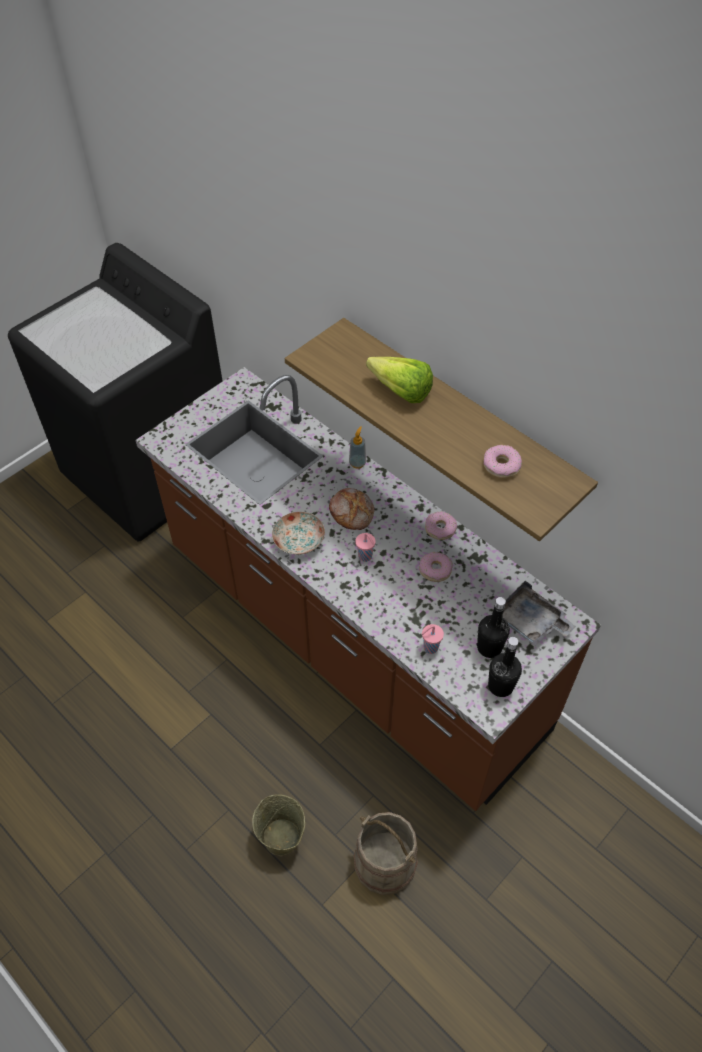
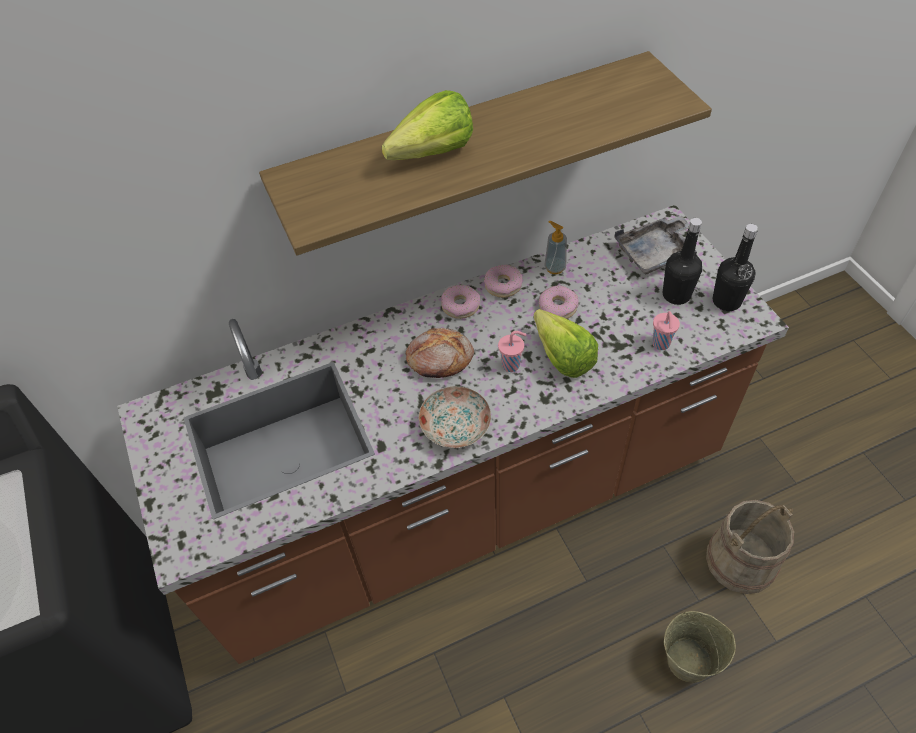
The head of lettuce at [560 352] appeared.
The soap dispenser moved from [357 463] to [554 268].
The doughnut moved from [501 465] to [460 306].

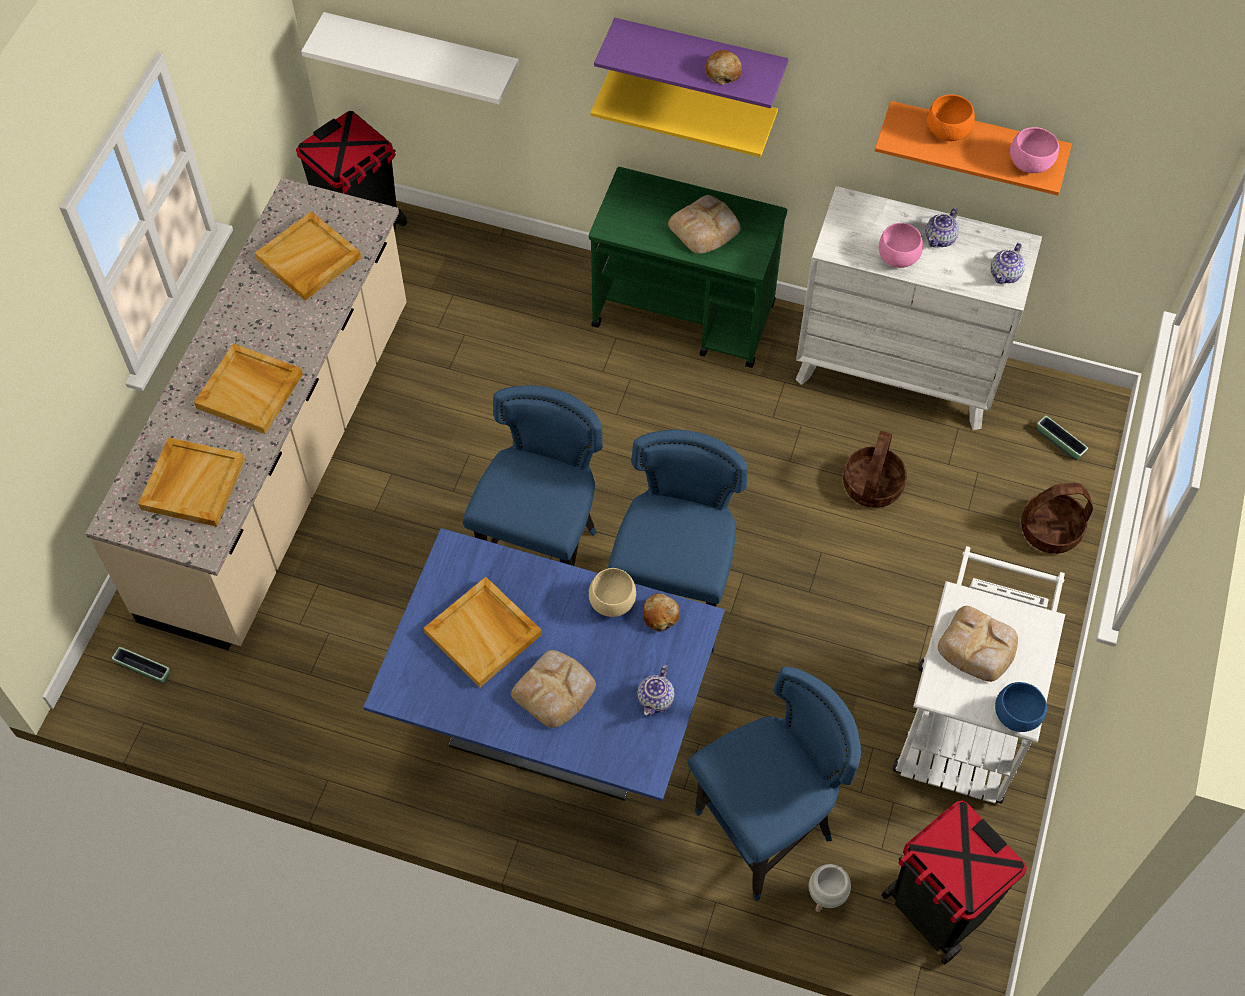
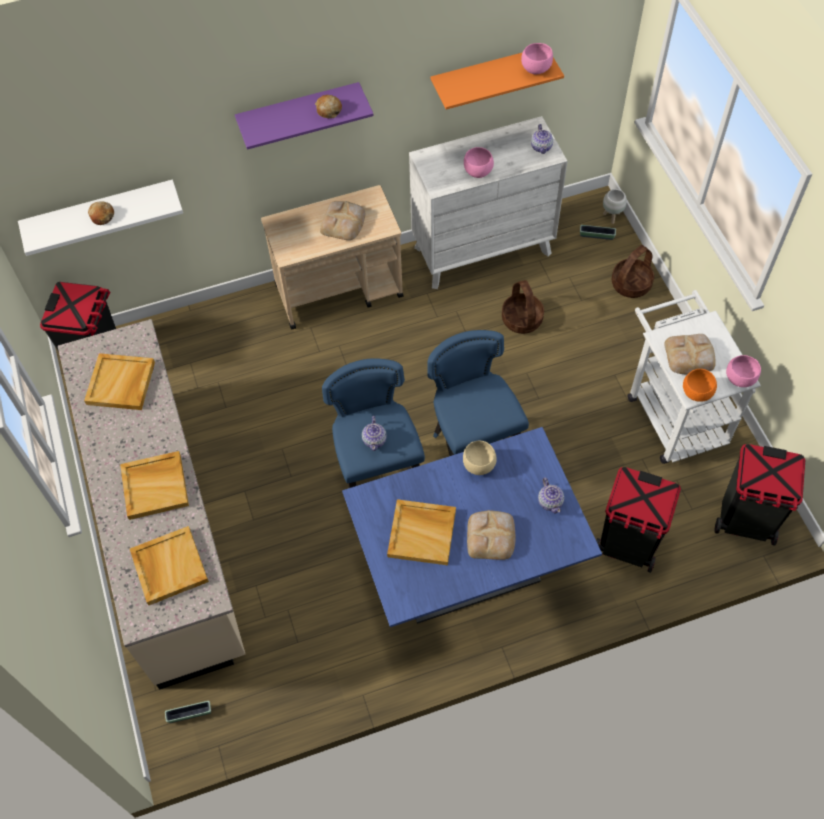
The yellowish shelf at [692 105] disappeared.
The baked bread moved from [660 615] to [102 216].
The white planter moved from [825 899] to [612 217].
The tea pot moved from [940 238] to [374 440].
The orangey bowl moved from [947 133] to [697 393].
The blue stool at [763 833] was replaced by the blackish waste bin at [627 545].
The green wheeled cart at [685 315] became the beige-coloured wheeled cart at [339 290].
The blue bowl at [1017 715] became the pink bowl at [739 378].

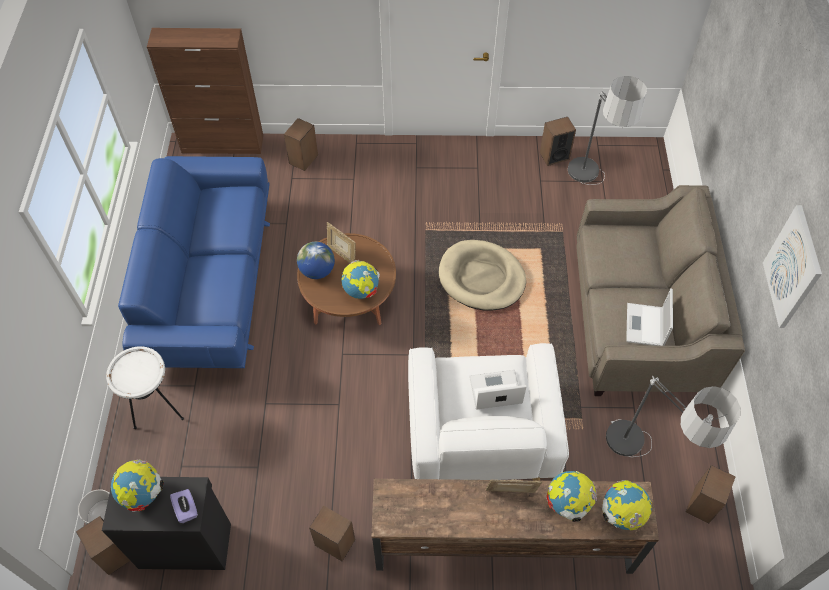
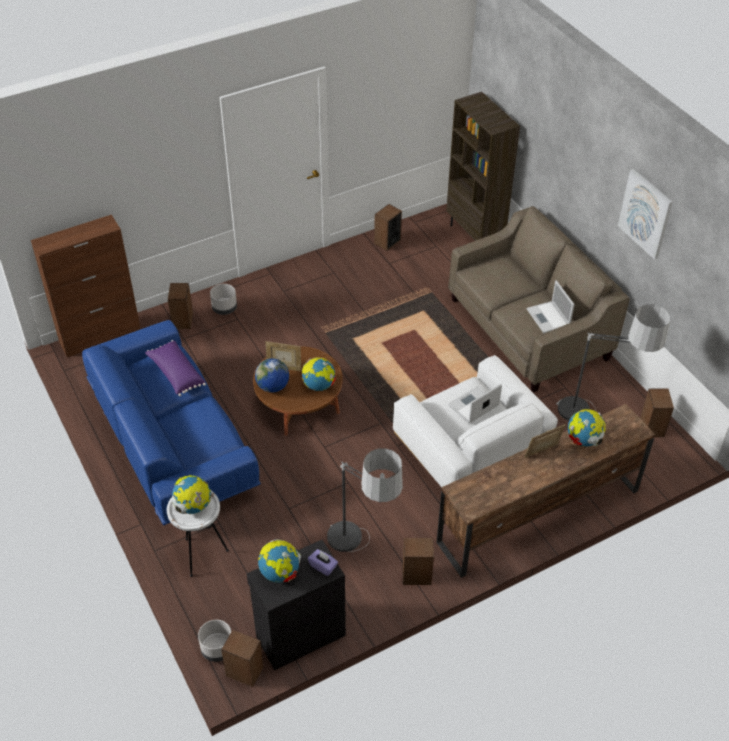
The beige-coloured dog cushion at [481 278] disappeared.
The purplish throw pillow at [176 374] appeared.
The gray planter at [224 309] appeared.
The brownish bookshelf at [475 236] appeared.
The standard lamp moved from [589 191] to [362 557].
The desk globe moved from [621 514] to [193 506].

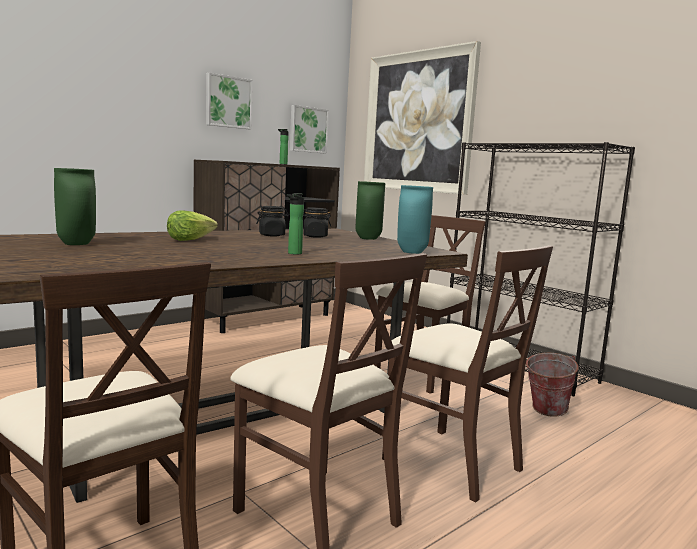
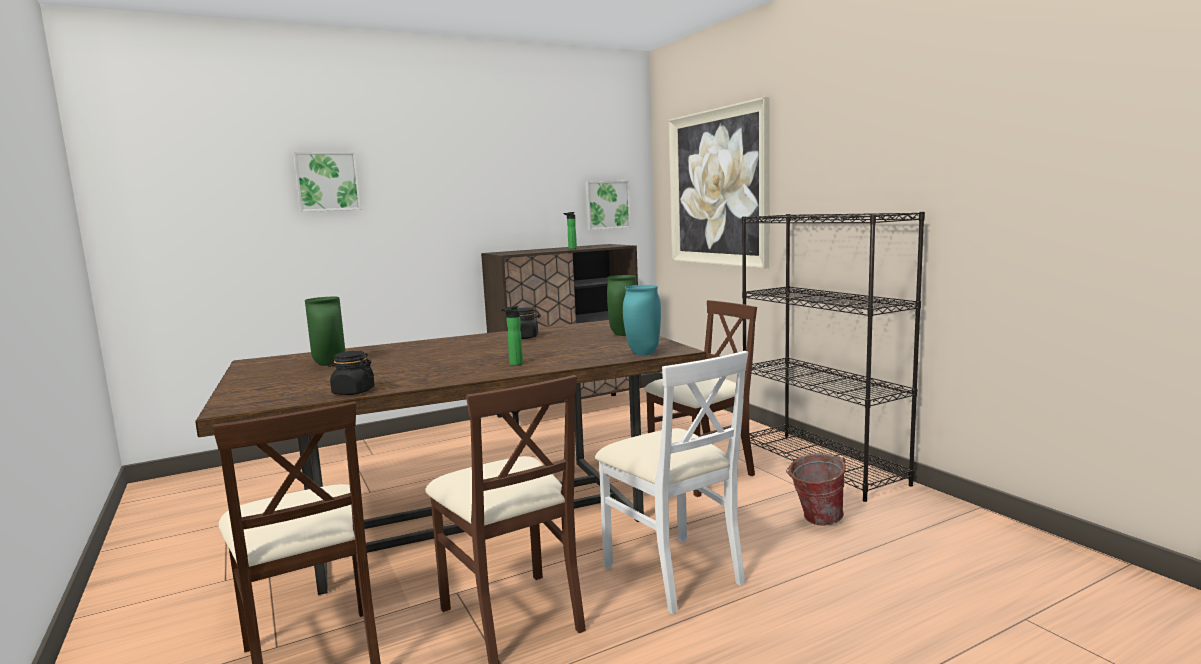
The head of lettuce at [190 240] disappeared.
The wall art moved from [228 102] to [327 182].
The blackish storage jar moved from [314 236] to [353 392].
The brownish upright chair at [451 462] became the white upright chair at [673 572].

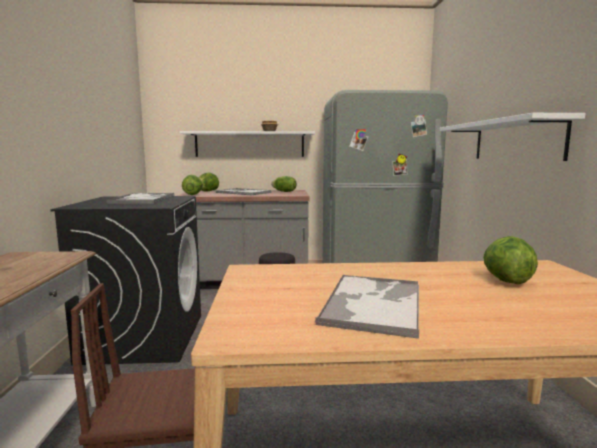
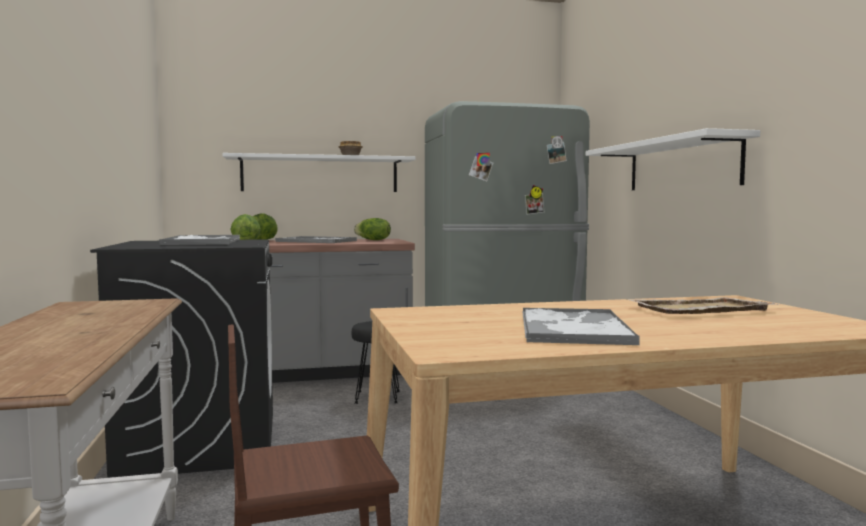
The head of lettuce at [505 281] was replaced by the beige-coloured carrying tray at [699 309].

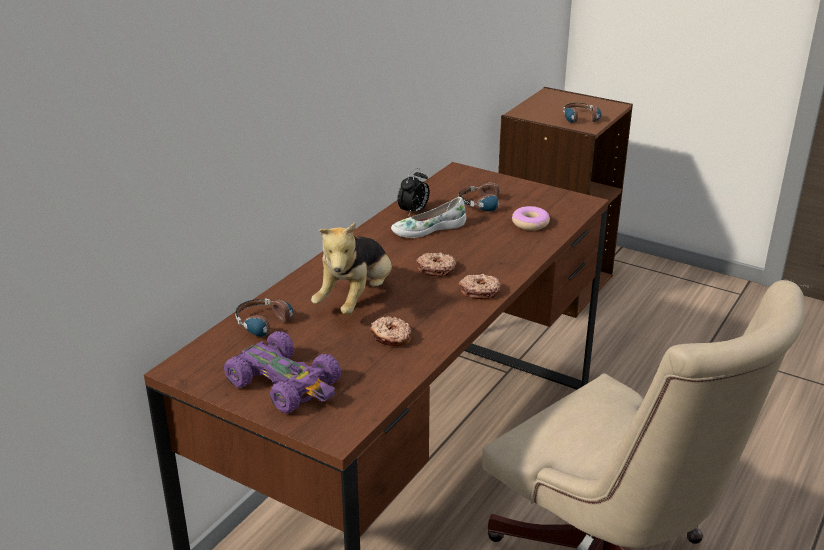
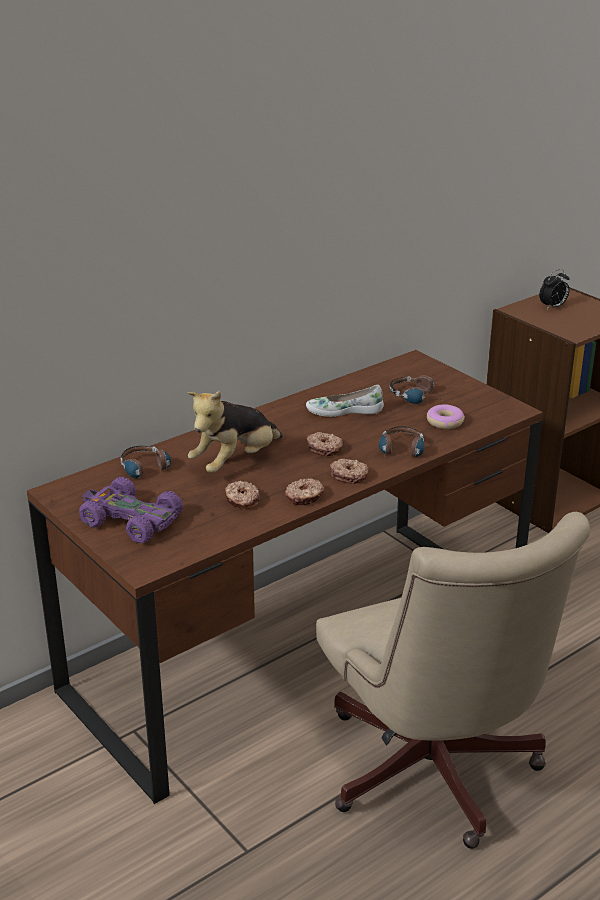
The doughnut at [305 497] appeared.
The alarm clock moved from [414 212] to [553 307].
The headphones moved from [582 121] to [401 453].
The purplish miniature car at [285 383] turned 150 degrees clockwise.

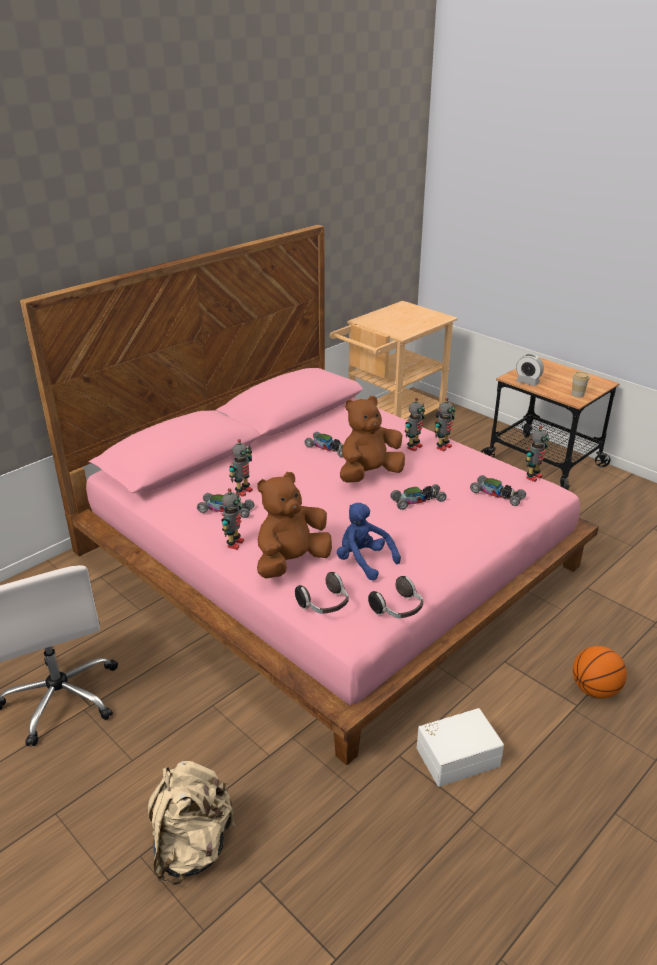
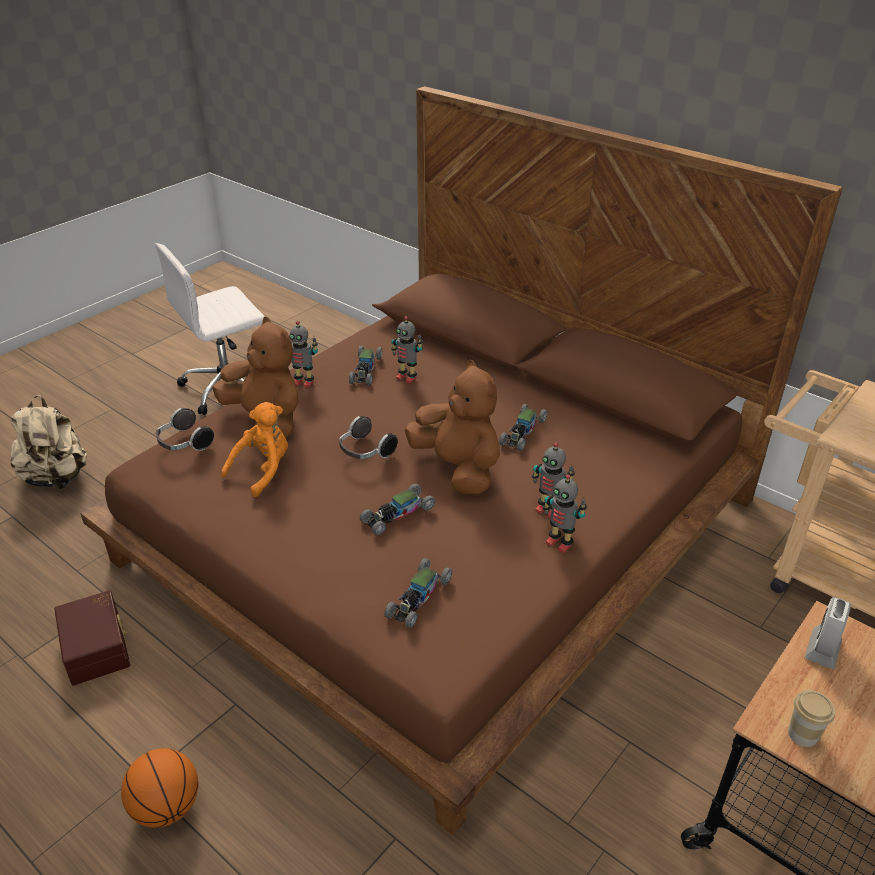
The toy robot at [533 477] disappeared.
The headphones moved from [398 609] to [365 451].
The pink bed at [328 558] became the brownish bed at [437 529].
The blue soft toy at [363 561] became the orangey soft toy at [263 470].
The white storage container at [456 755] became the brownish storage container at [98 647].
The miniature car at [418 500] turned 75 degrees clockwise.

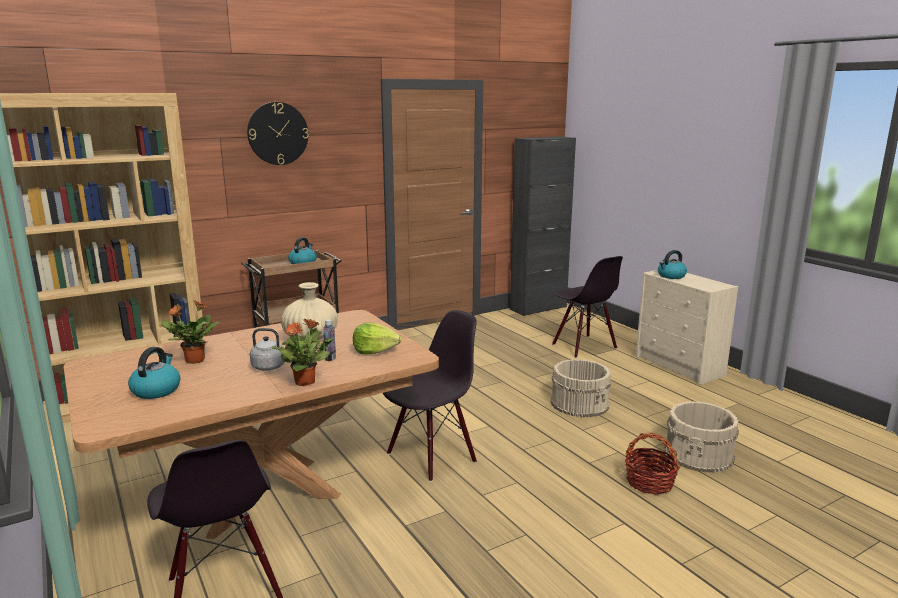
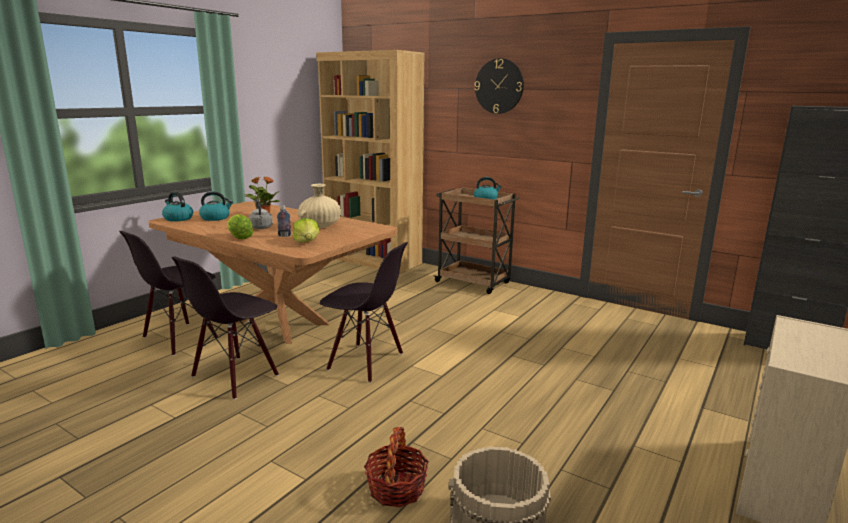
The beige-coloured pail at [580 403] disappeared.
The blackish upright chair moved from [583 347] to [235 377].
The water kettle moved from [671 276] to [178 218].
The houseplant at [305 382] was replaced by the head of lettuce at [239 237].

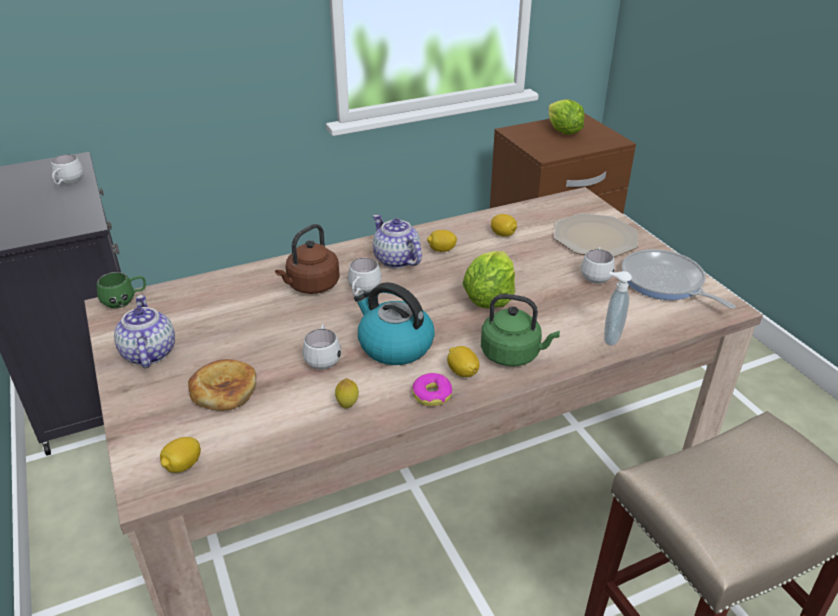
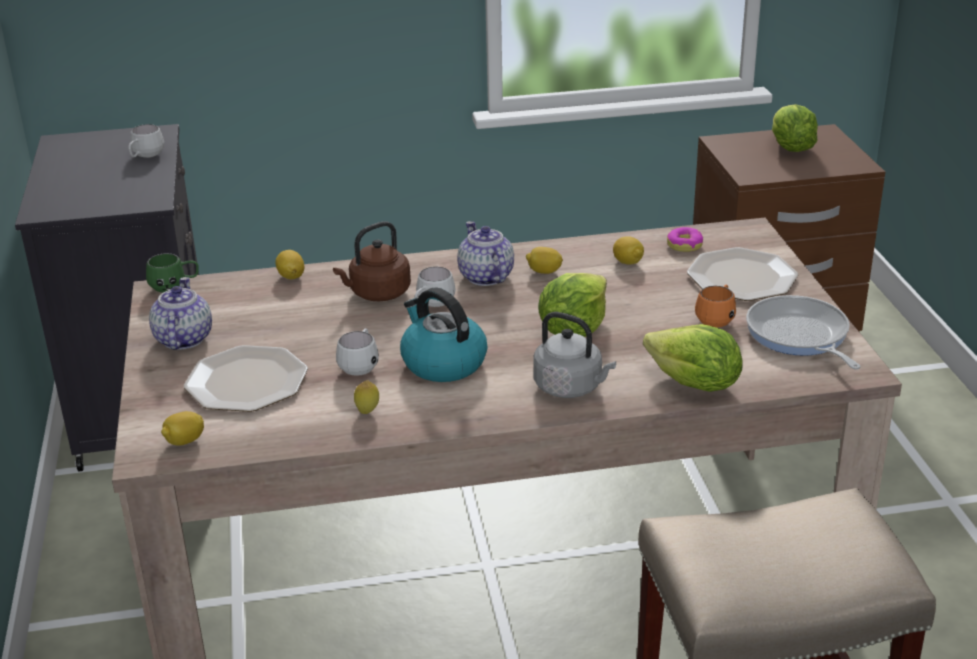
The doughnut moved from [432 394] to [684 245].
The whole lemon moved from [462 372] to [291 276].
The baked bread at [223 388] was replaced by the flat dish at [247 380].
The soap dispenser at [610 337] was replaced by the head of lettuce at [694 384].
The green water kettle at [513 354] became the gray water kettle at [571 387].
The white mug at [596 276] became the orangey mug at [716 319].

